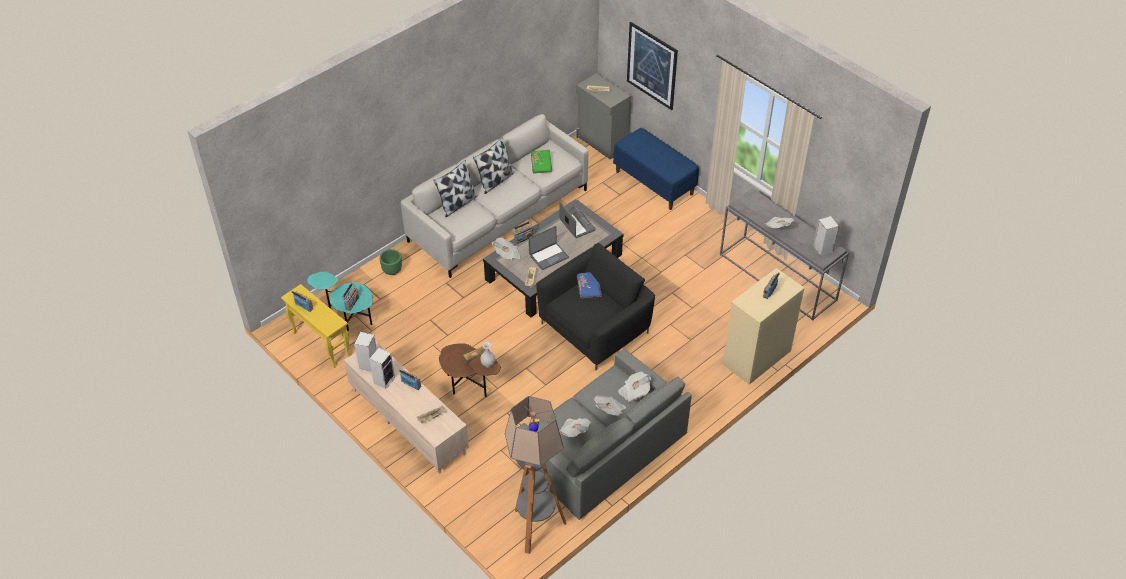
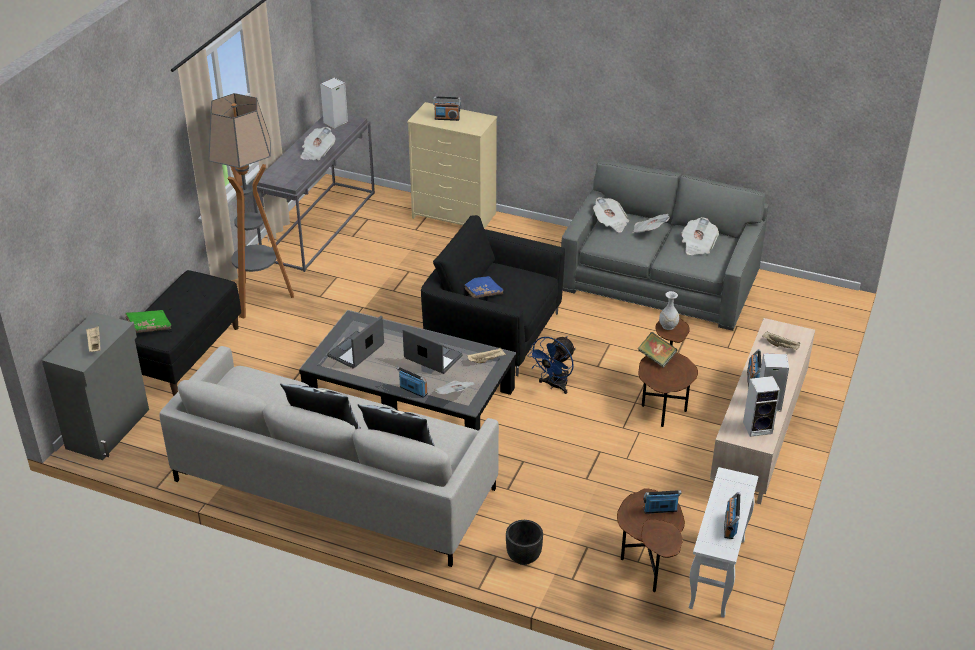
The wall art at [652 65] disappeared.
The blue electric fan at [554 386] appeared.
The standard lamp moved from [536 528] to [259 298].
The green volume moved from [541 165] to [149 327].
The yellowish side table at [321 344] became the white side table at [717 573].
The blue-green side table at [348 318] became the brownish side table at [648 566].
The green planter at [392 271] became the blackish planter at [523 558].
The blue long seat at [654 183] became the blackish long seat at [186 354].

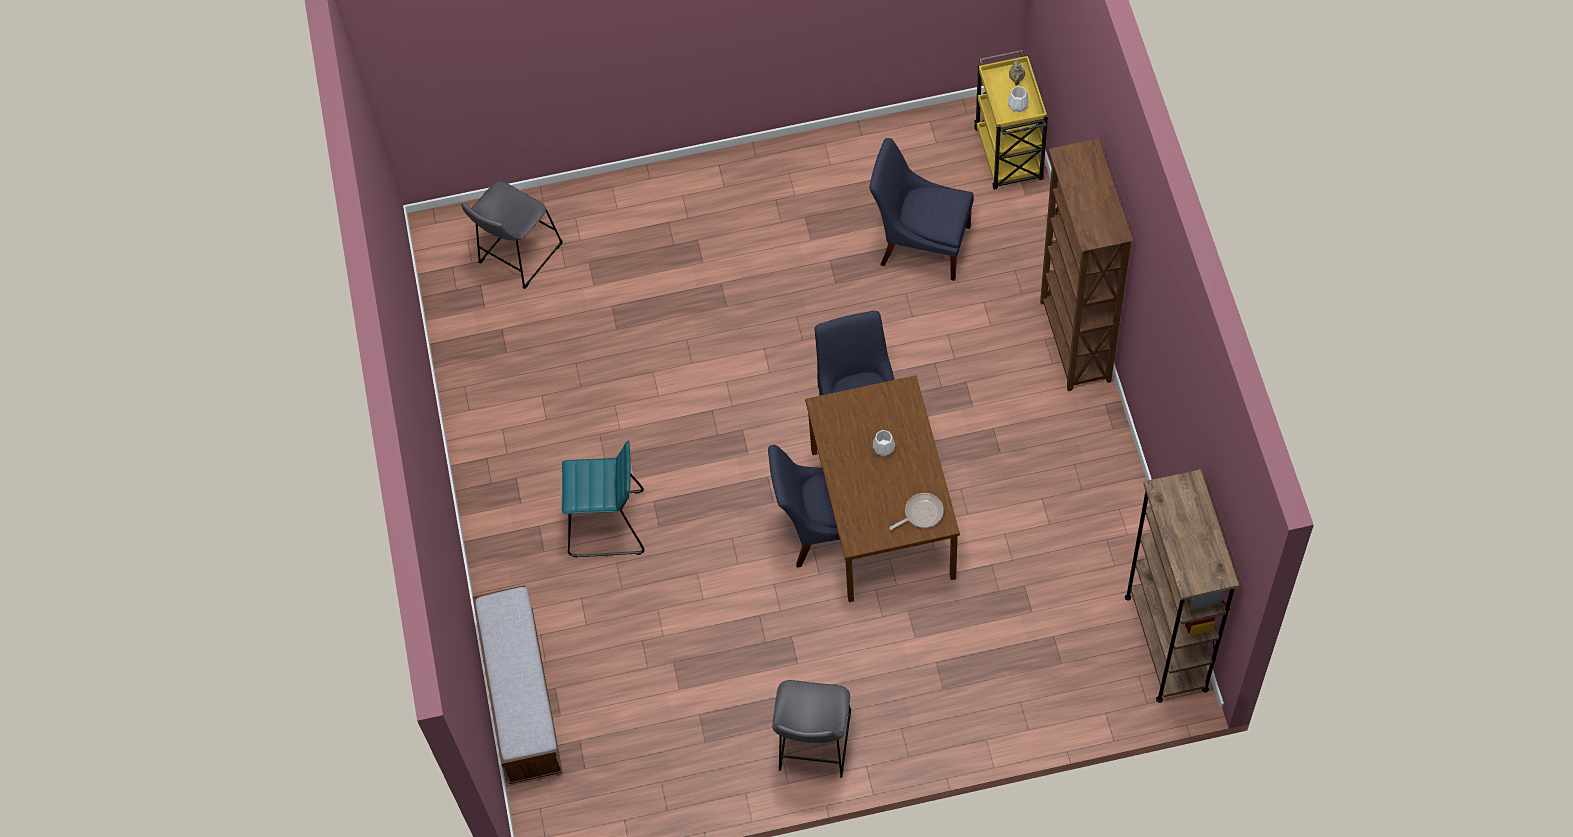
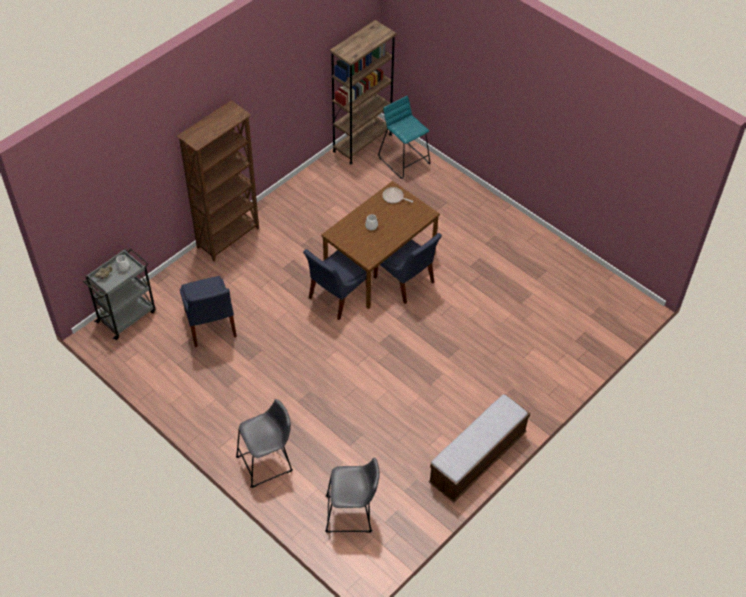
The long seat moved from [522 697] to [477 459].
The blue-green stool moved from [607 524] to [404 160].
The gray stool moved from [813 745] to [267 463].
The yellowish wheeled cart at [1009 156] became the gray wheeled cart at [127 316].

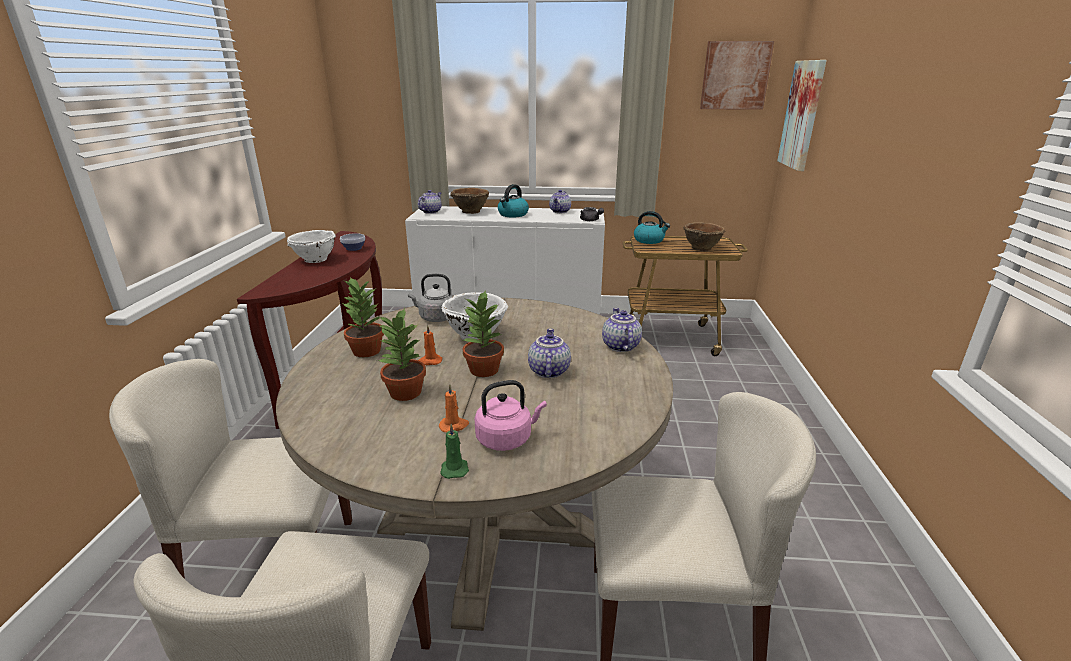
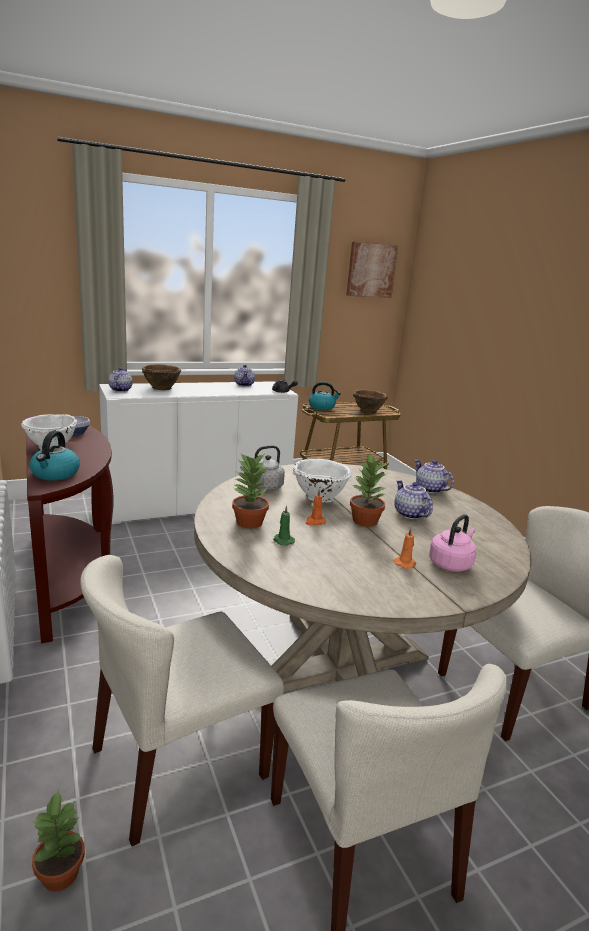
The wall art at [802 115] disappeared.
The houseplant moved from [404 393] to [59 875].
The green wax candle moved from [454 468] to [282 540].
The water kettle moved from [513 214] to [55 474].

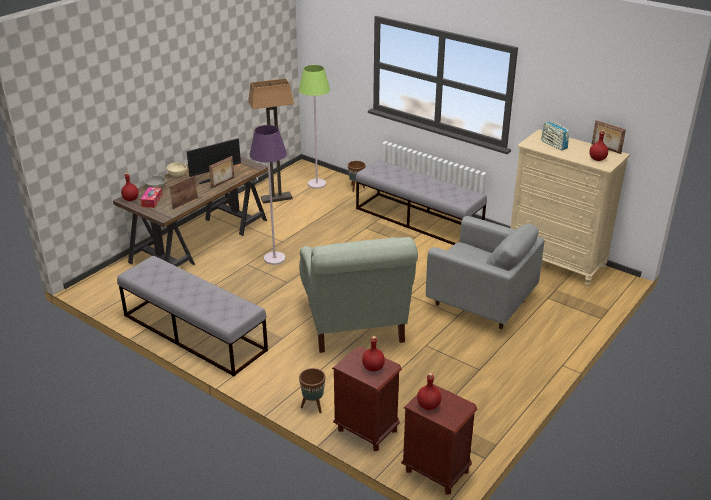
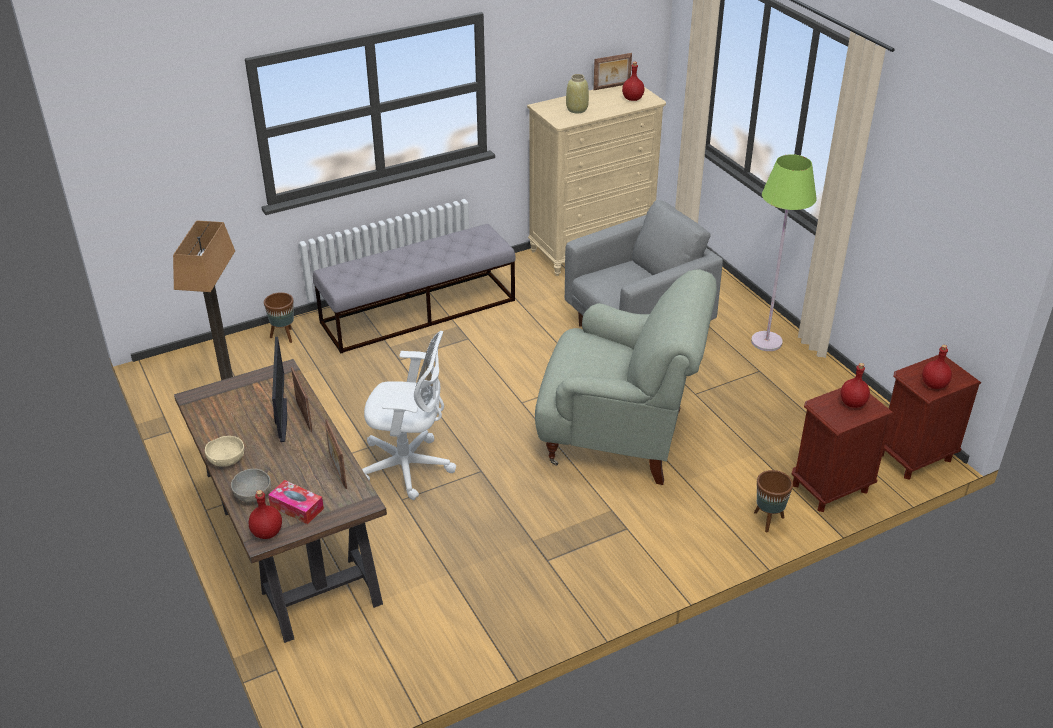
The gray long seat at [193 332] disappeared.
The green standard lamp moved from [317 184] to [766 342].
The purplish standard lamp at [274 259] was replaced by the white desk chair at [409 467].
The radio set at [554 145] was replaced by the beige-coloured flower vase at [577 109].

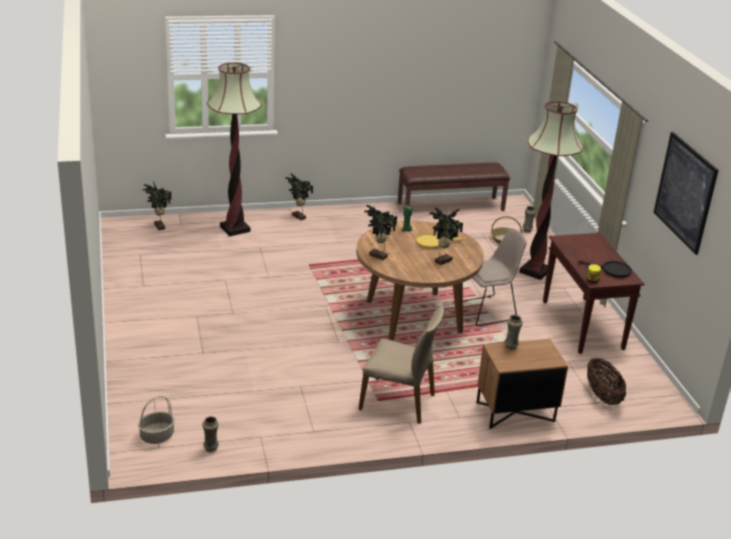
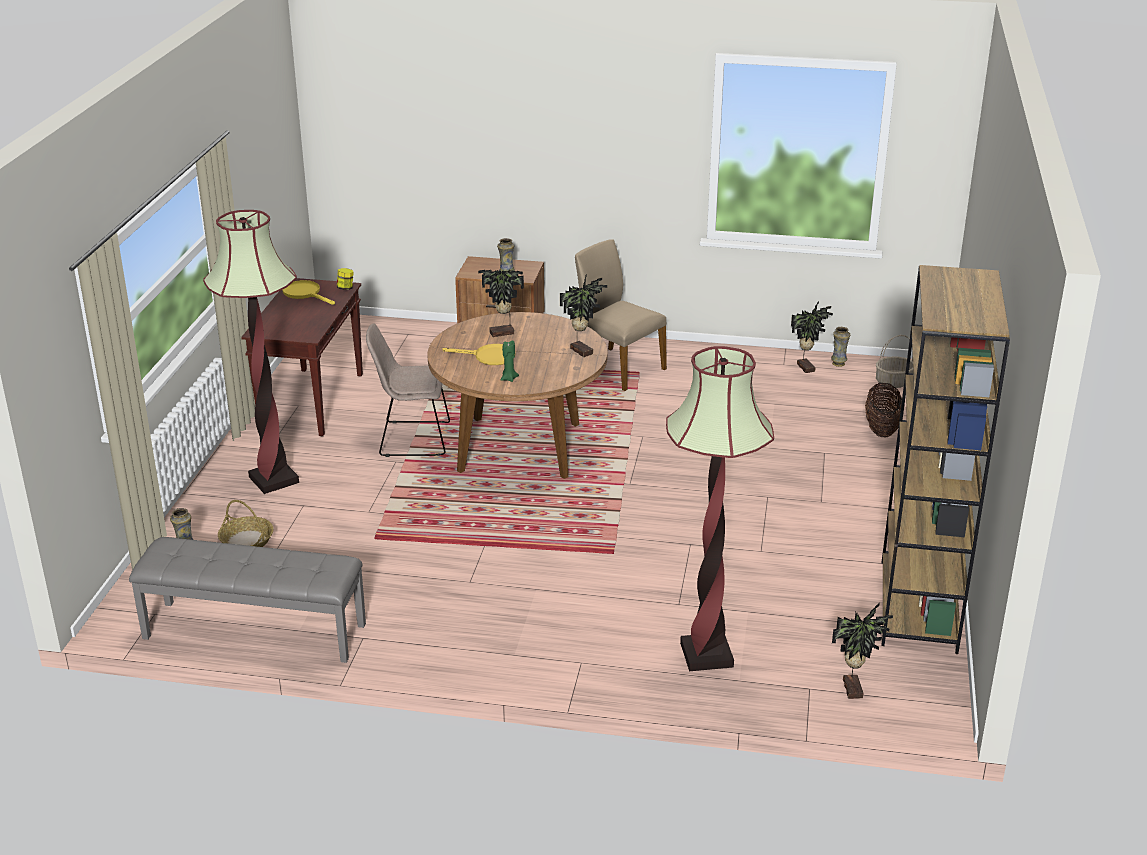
The wall art at [685 192] disappeared.
The brownish bookshelf at [919 606] appeared.
The houseplant moved from [298 217] to [807 367].
The basket moved from [602 396] to [881 429].
The brownish long seat at [451 206] became the gray long seat at [253 632].
The blackish frying pan at [611 270] became the yellowish frying pan at [305 294].

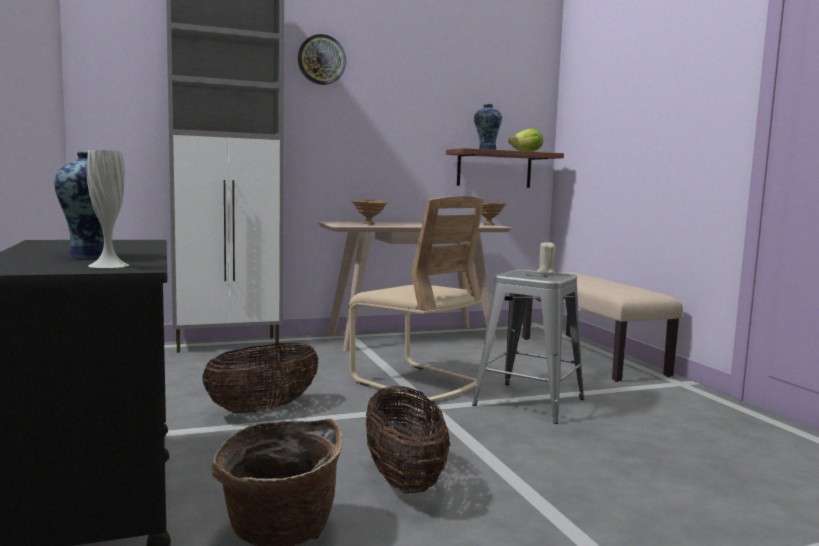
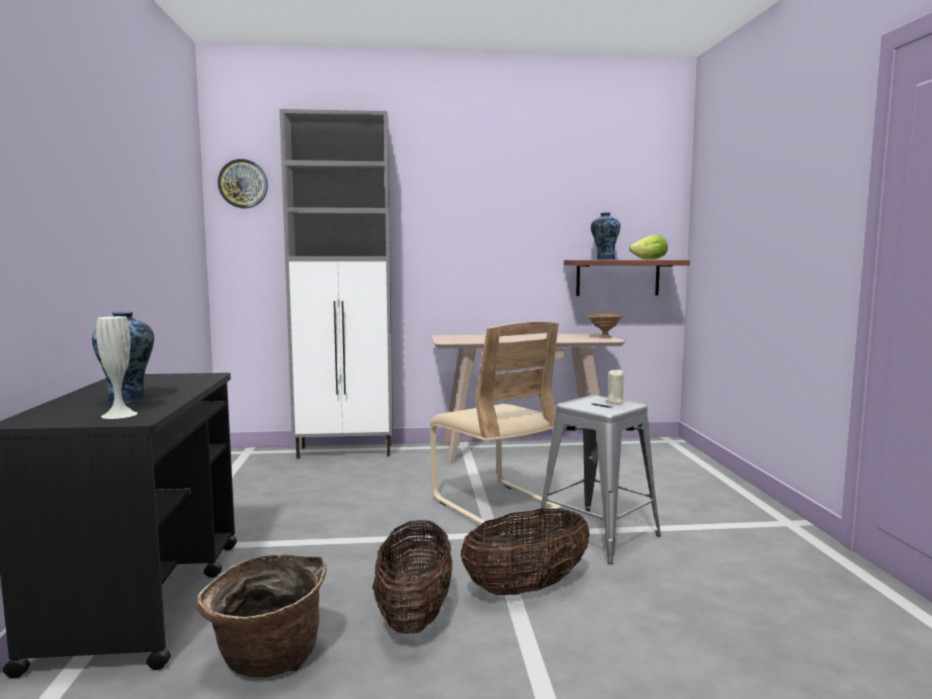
The brownish bowl at [369 224] disappeared.
The beige-coloured long seat at [591 356] disappeared.
The basket moved from [263 409] to [526 588].
The hanging clock moved from [321 59] to [243 184].

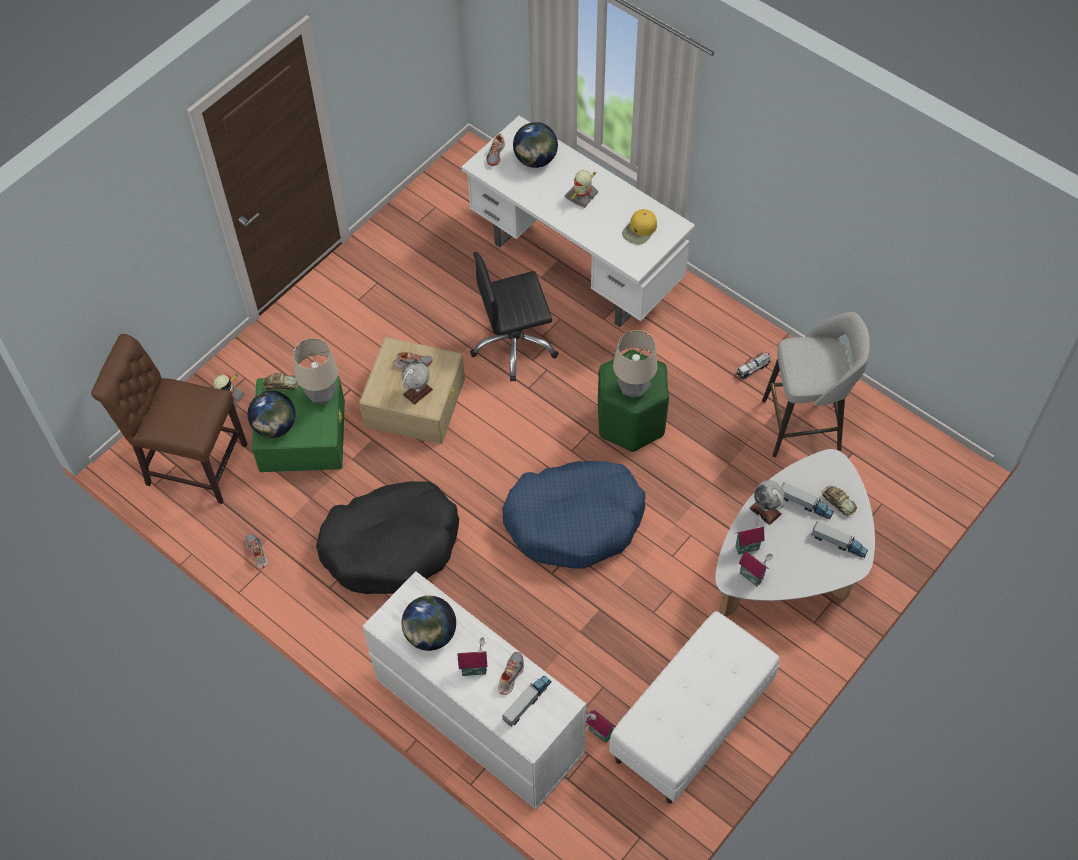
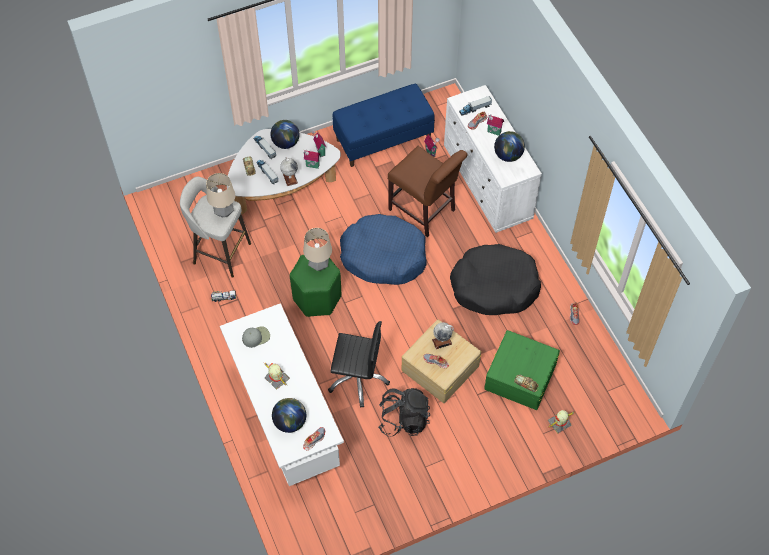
The blackish rucksack at [403 419] appeared.
The brownish upright chair moved from [191 462] to [424 212].
The desk globe moved from [275 426] to [286 143].
The tabletop lamp moved from [322 396] to [224 212].
The white long seat at [691 724] became the blue long seat at [383 138].
The yellowish baseball cap at [640 230] became the gray baseball cap at [256 337].
The toy robot at [582 196] turned 105 degrees counterclockwise.

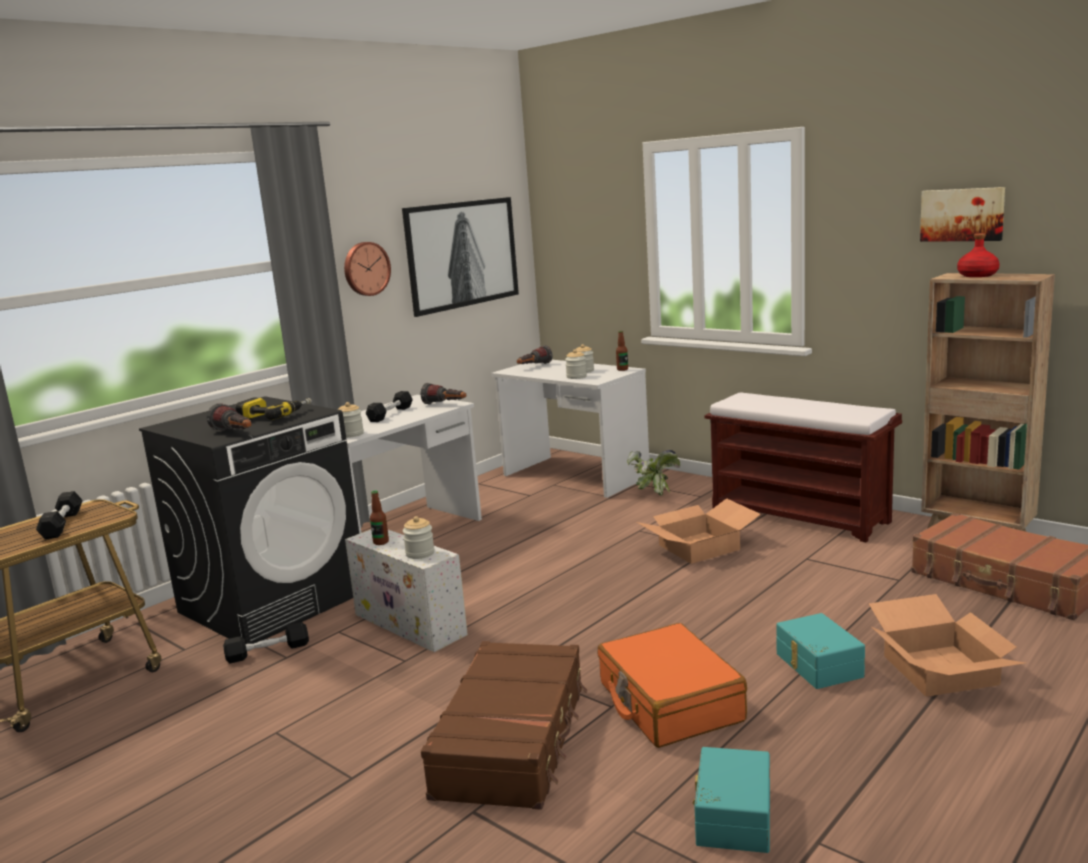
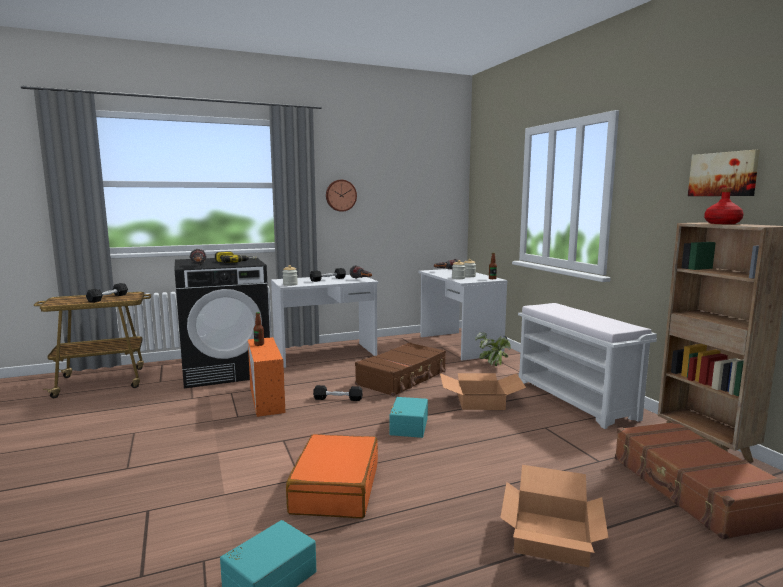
The wall art at [461 254] disappeared.
The storage jar at [420 553] disappeared.
The blackish hand weight moved from [268 651] to [338 399].
The brownish travel case moved from [513 740] to [402 378].
The blue-green storage container moved from [817 665] to [407 426].
The white storage container at [411 625] became the orangey storage container at [267 399].
The brownish long seat at [801 516] became the white long seat at [576 400].

